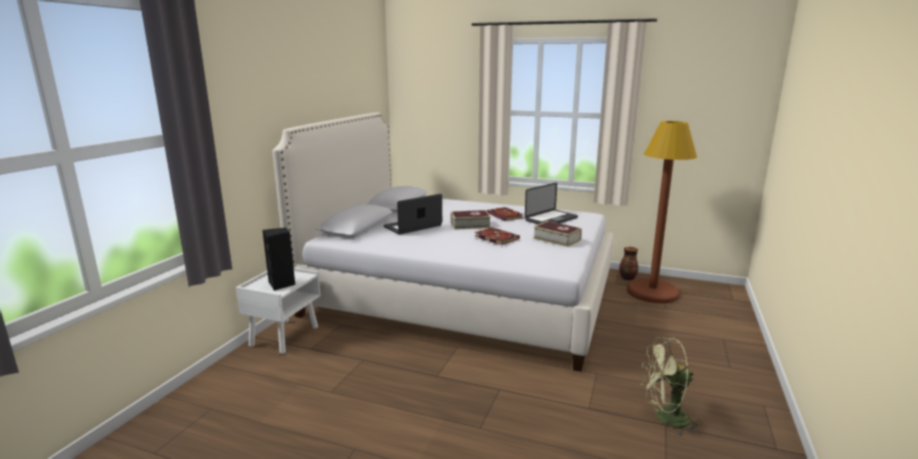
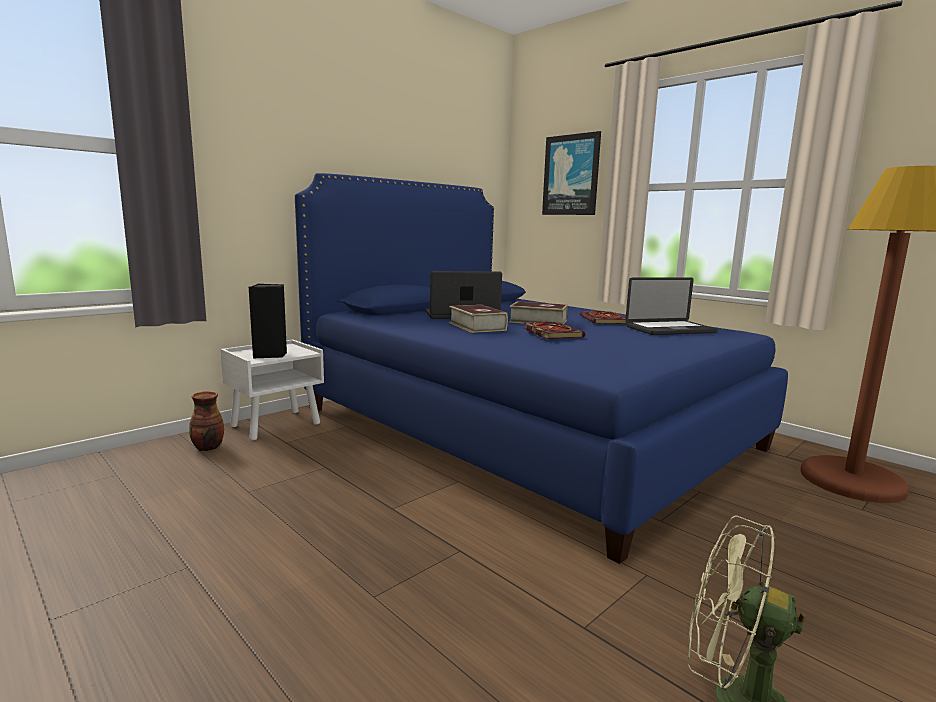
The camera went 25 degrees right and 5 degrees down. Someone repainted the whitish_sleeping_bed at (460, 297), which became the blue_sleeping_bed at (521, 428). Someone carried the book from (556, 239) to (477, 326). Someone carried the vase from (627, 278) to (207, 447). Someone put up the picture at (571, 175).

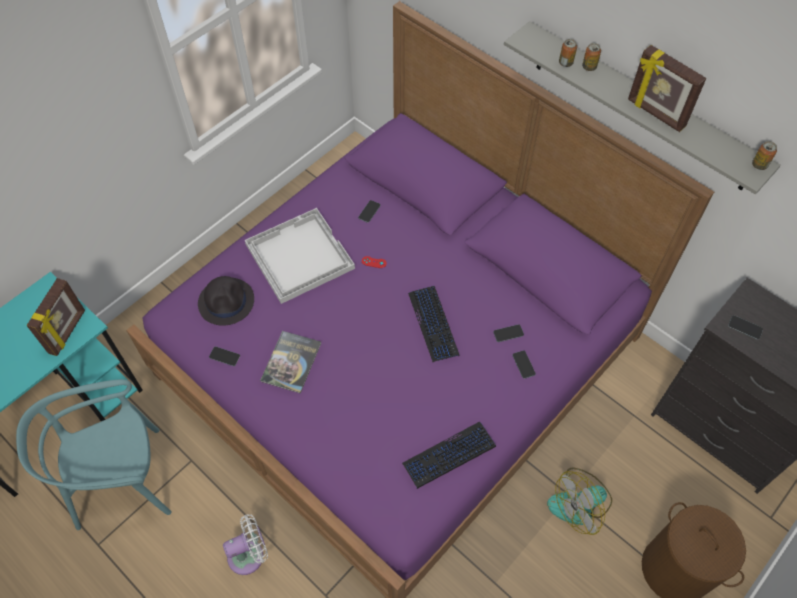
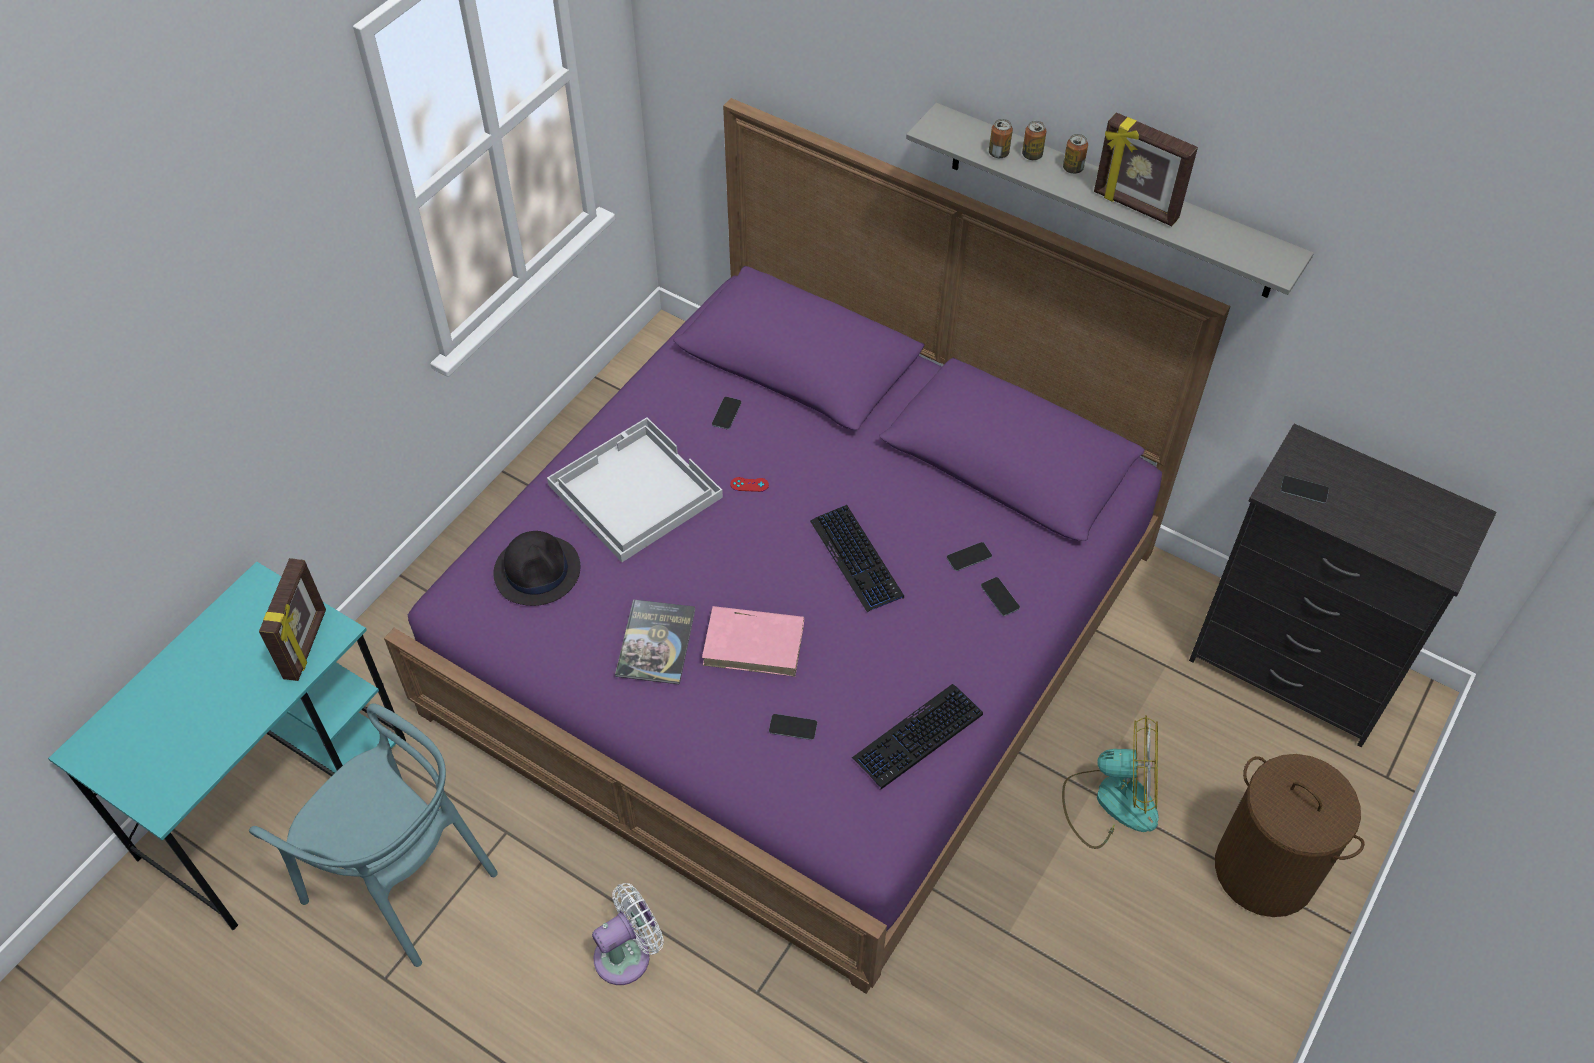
The camera went 10 degrees left and 5 degrees down. Someone carried the metal_can from (759, 165) to (1073, 168). Someone carried the phone from (224, 356) to (793, 727). Someone rotated the turquoise_upright_chair at (121, 481) by 120 degrees counterclockwise. Someone rotated the electric_fan at (580, 503) by 135 degrees counterclockwise. Someone put down the pink-coloured_book at (755, 643).

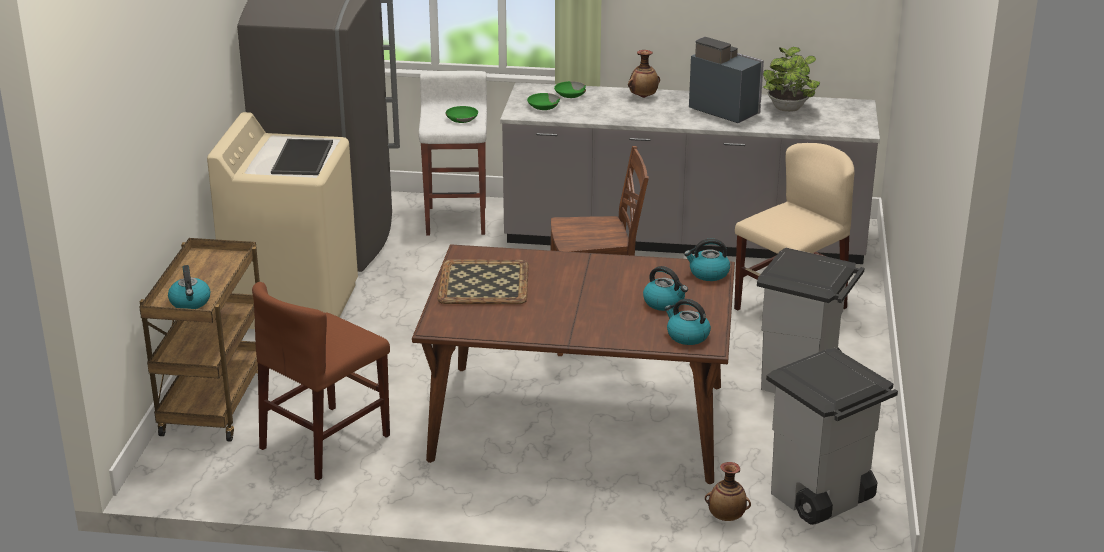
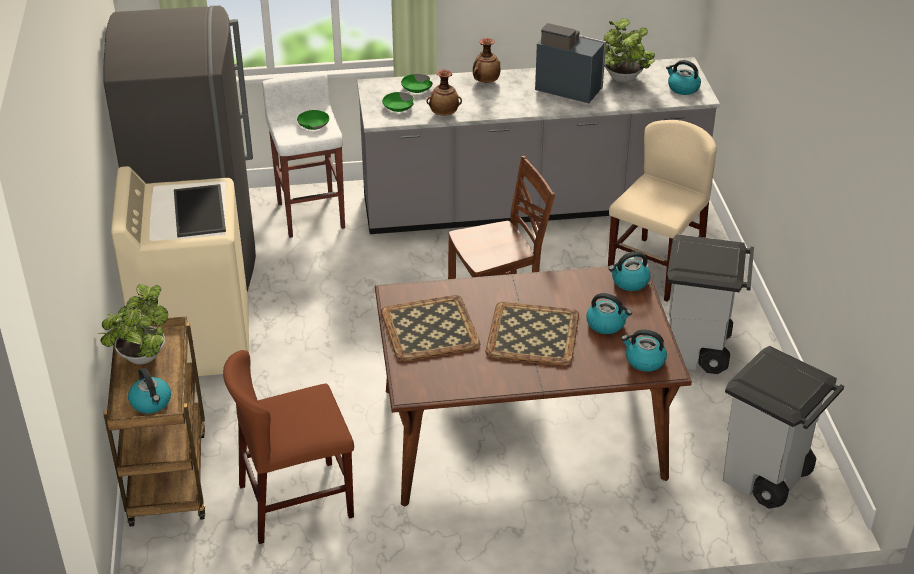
The camera went 15 degrees left and 10 degrees up. Someone rotated the brownish_upright_chair at (325, 442) by 45 degrees clockwise. Someone carried the vase from (726, 517) to (444, 114). Someone put down the tea_kettle at (682, 88). Someone put down the houseplant at (140, 359). Someone put down the tray at (533, 335).

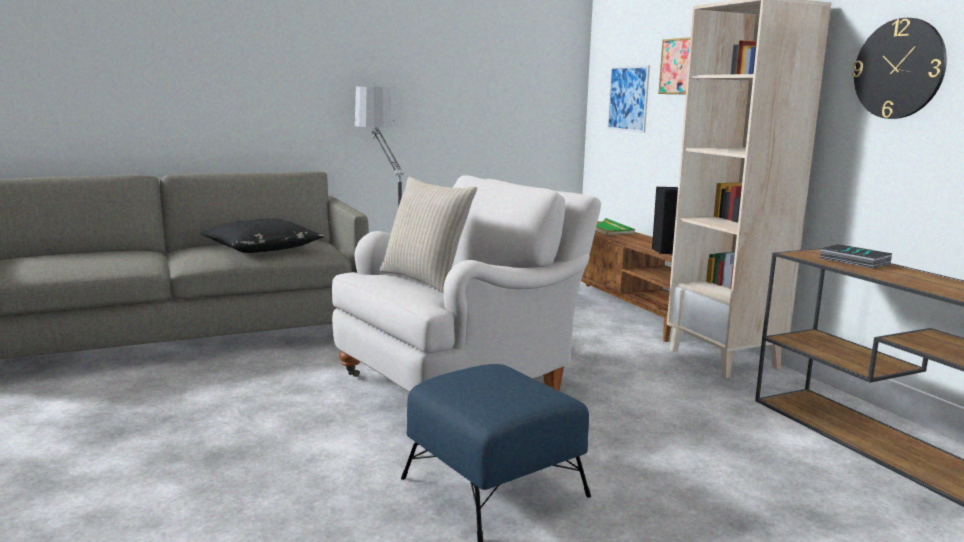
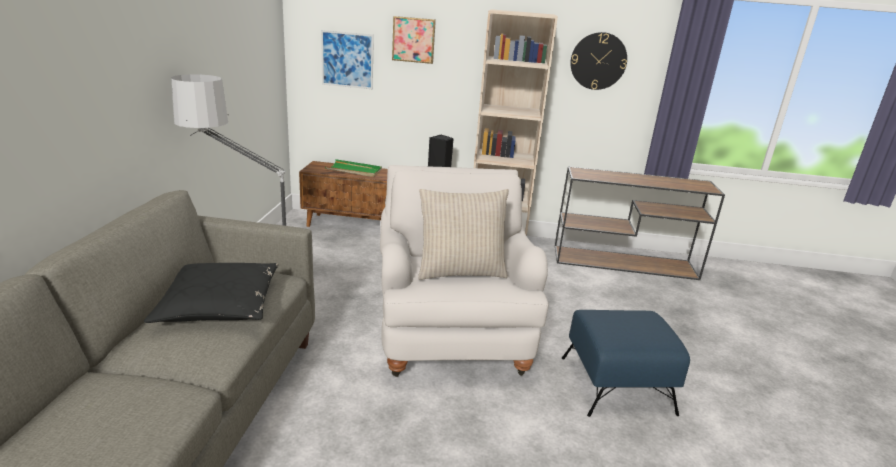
The camera went 60 degrees left and 10 degrees up. Someone took away the book at (853, 261).

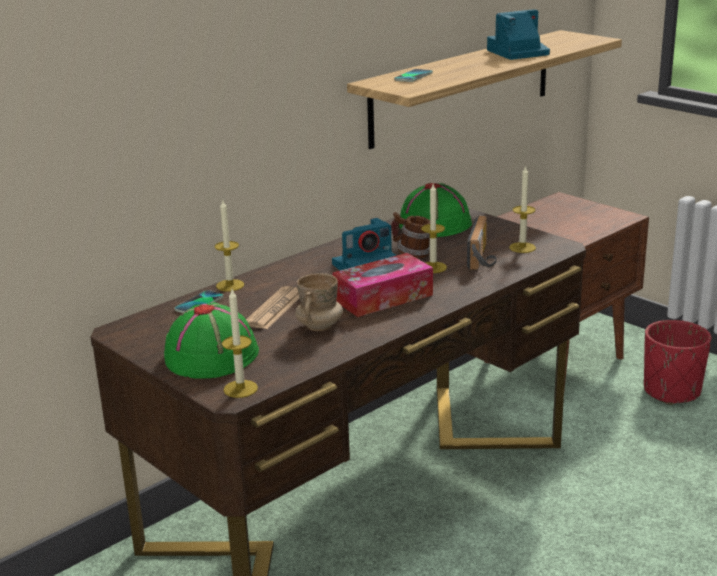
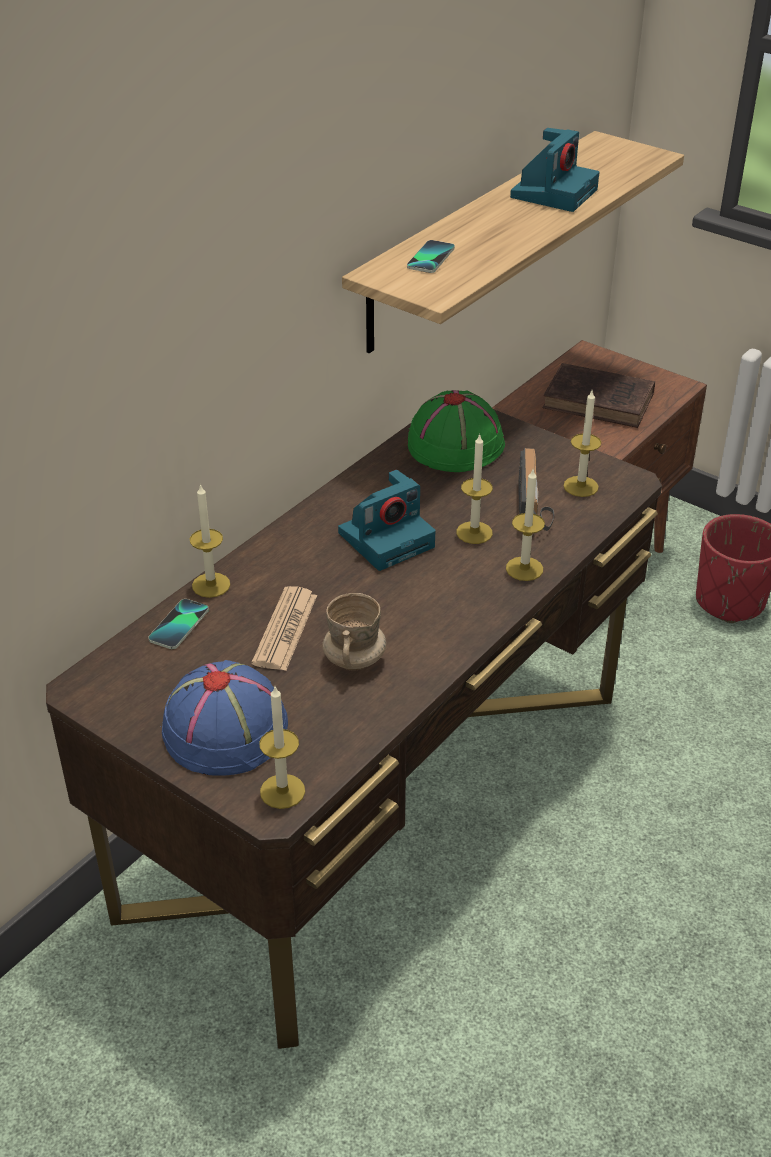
The camera went 10 degrees left and 15 degrees up. Someone rotated the still_camera at (516, 53) by 150 degrees clockwise. Someone took away the coffee_mug at (412, 254). Someone took away the box_of_tissues at (383, 297). Someone repainted the green-coloured_wearable_hat at (212, 355), which became the blue_wearable_hat at (226, 729). Someone put down the brownish_book at (601, 402). Someone put down the candle at (524, 569).

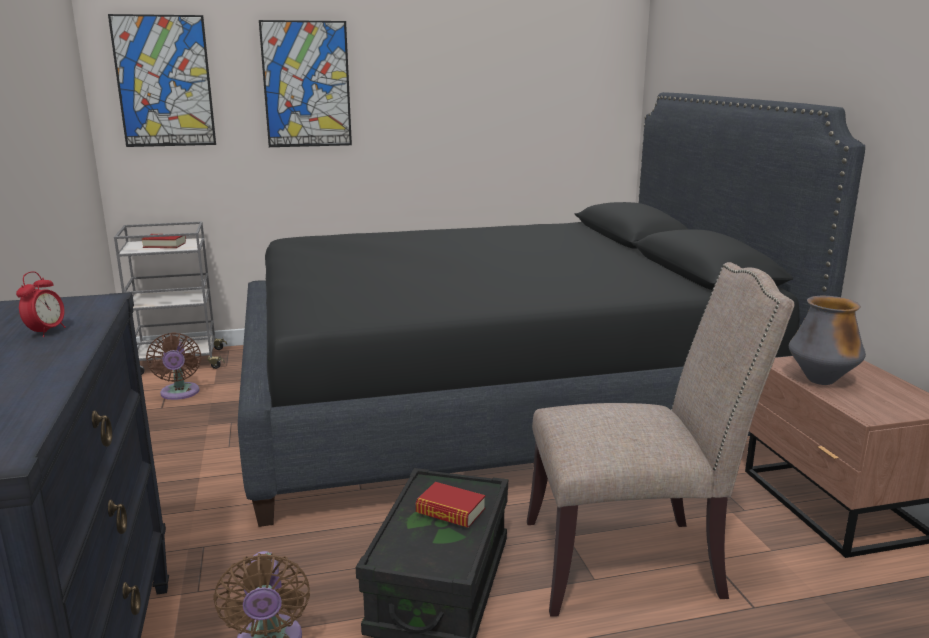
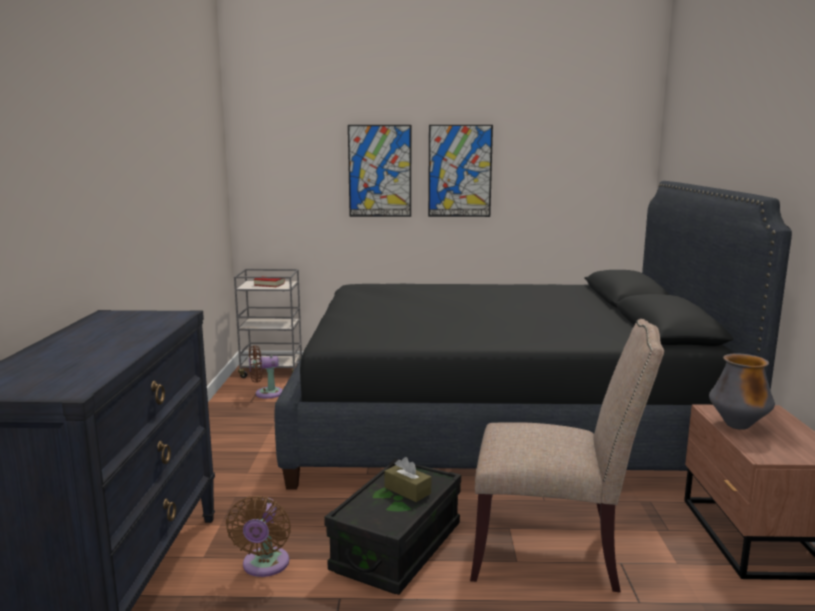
The camera went 15 degrees right and 5 degrees down. Someone carried the picture from (164, 81) to (459, 171). Someone took away the table_clock at (46, 332). Someone rotated the brownish_electric_fan at (179, 394) by 75 degrees clockwise. Someone swapped the book at (450, 511) for the brownish_box_of_tissues at (407, 490).

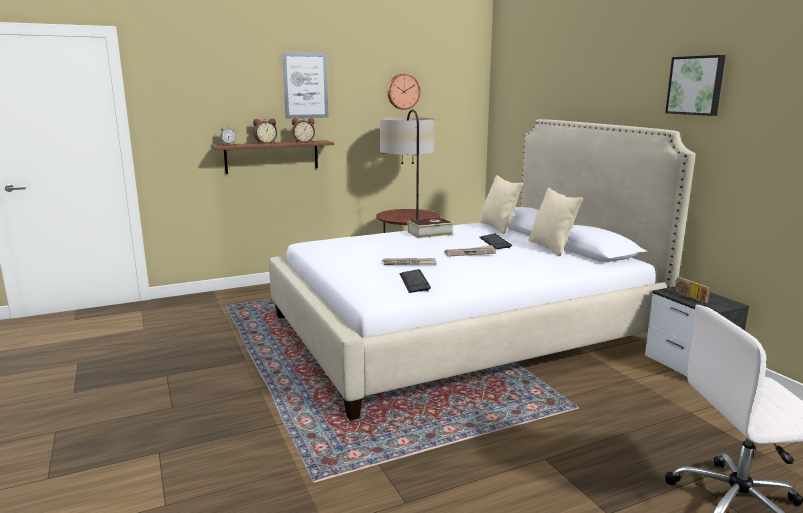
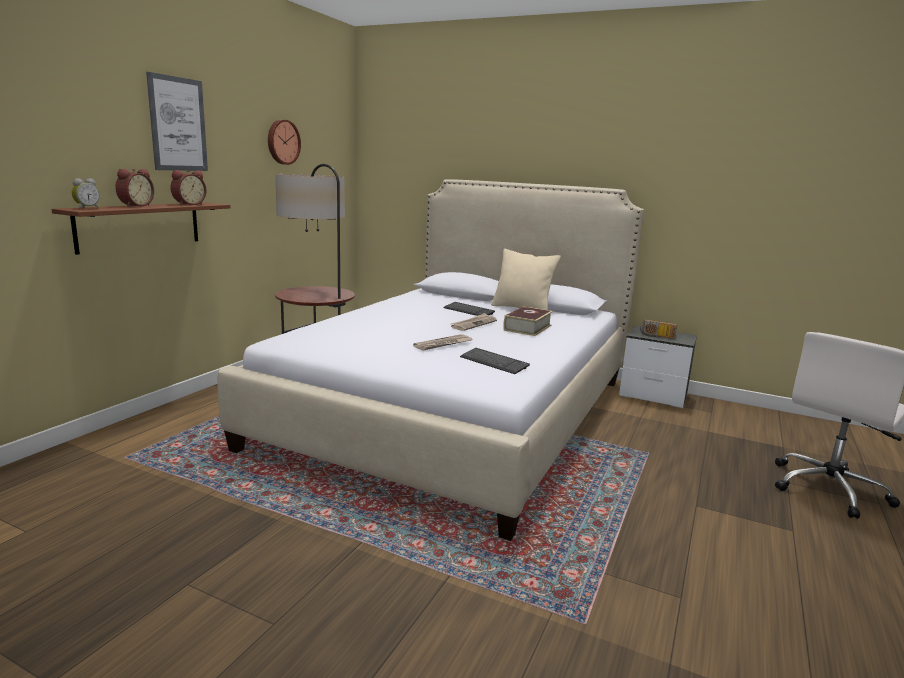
The camera went 40 degrees left and 0 degrees up. Someone took away the picture at (696, 85). Someone took away the sand-coloured_pillow at (498, 227). Someone carried the book from (430, 233) to (527, 328).

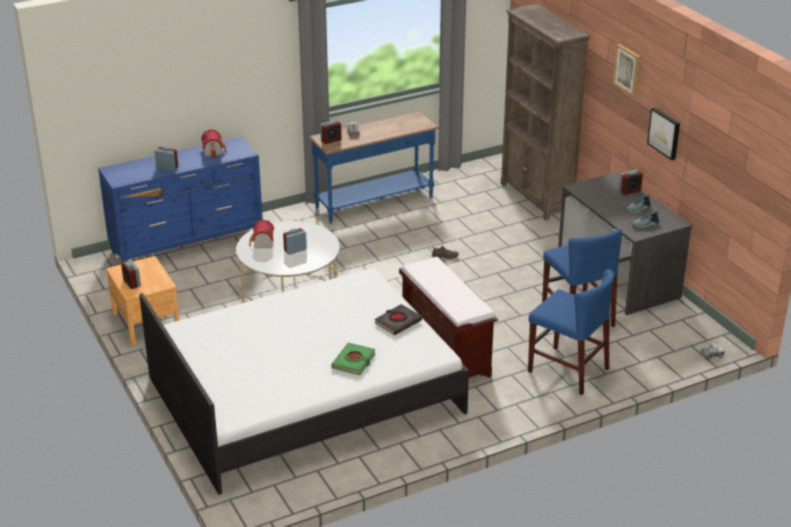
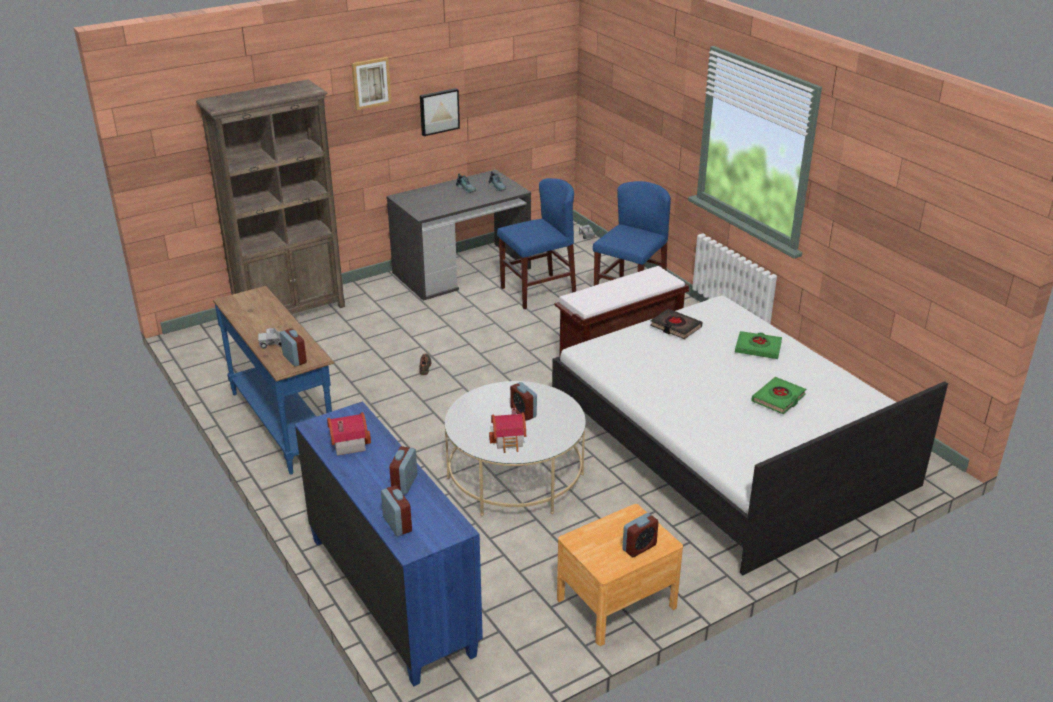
The camera went 95 degrees left and 0 degrees up. Someone carried the table_clock from (630, 191) to (397, 524). Someone put down the green-coloured_book at (778, 399).

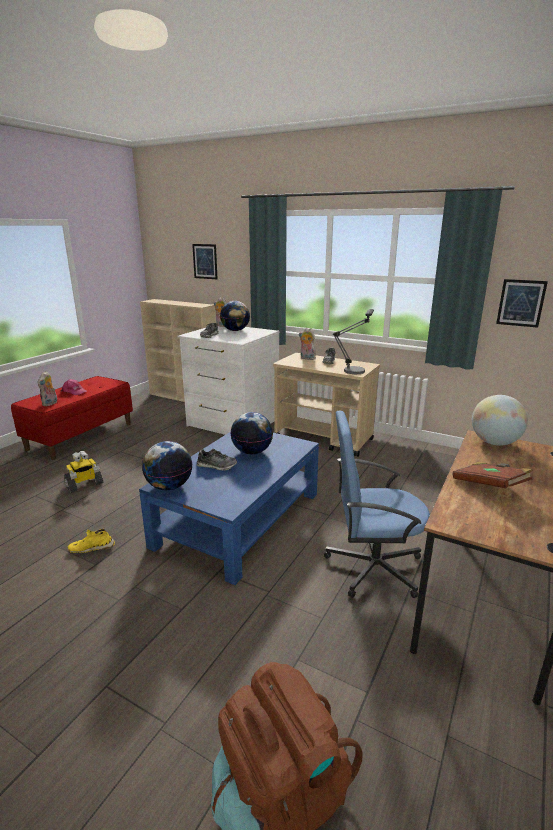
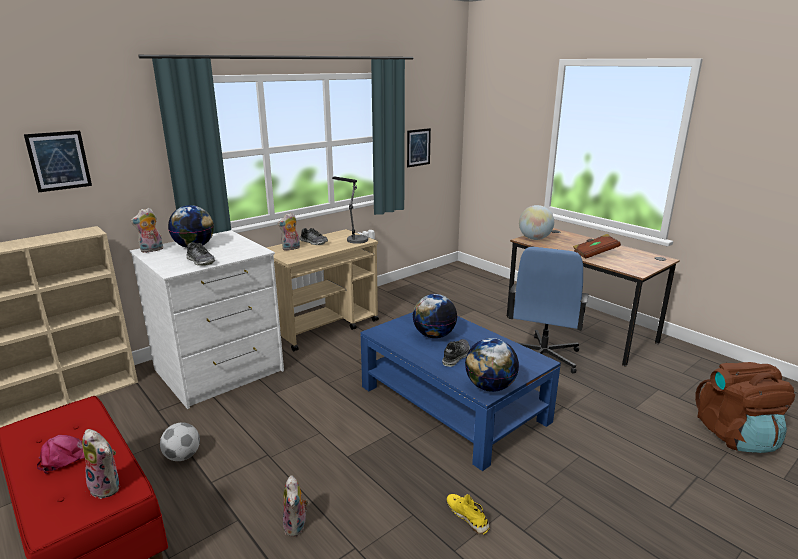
The camera went 70 degrees left and 0 degrees up. Someone swapped the robot_figure at (84, 485) for the soft_toy at (297, 526). Someone rotated the yellow_low_shoe at (92, 548) by 135 degrees clockwise. Someone put down the ball_for_football at (182, 456).

